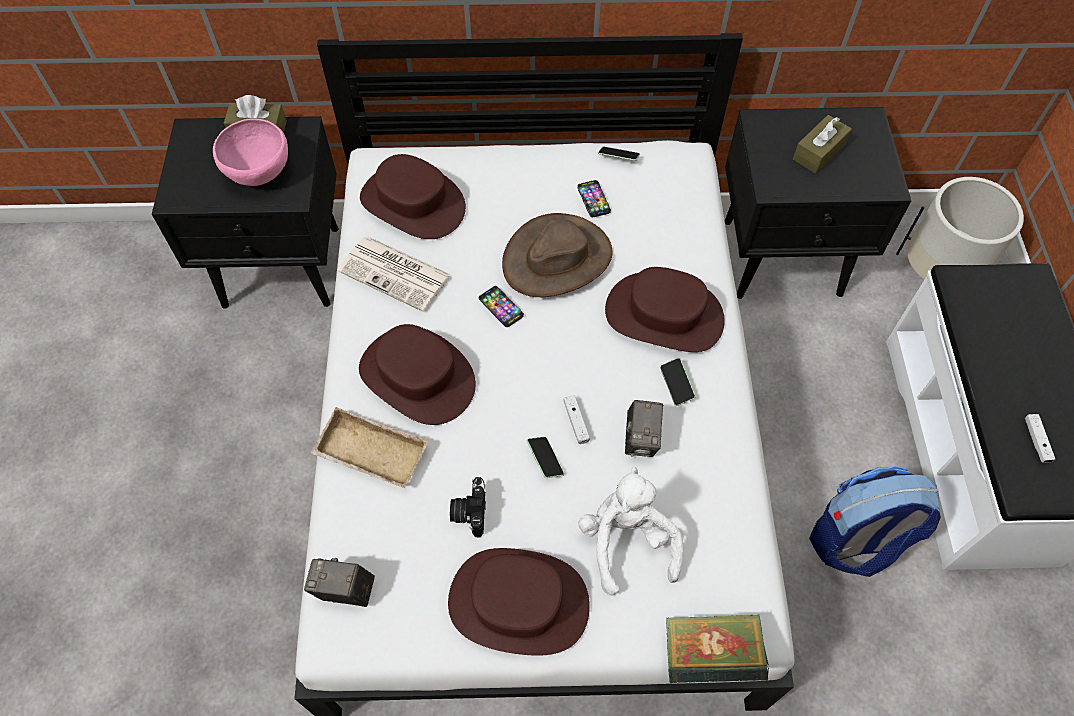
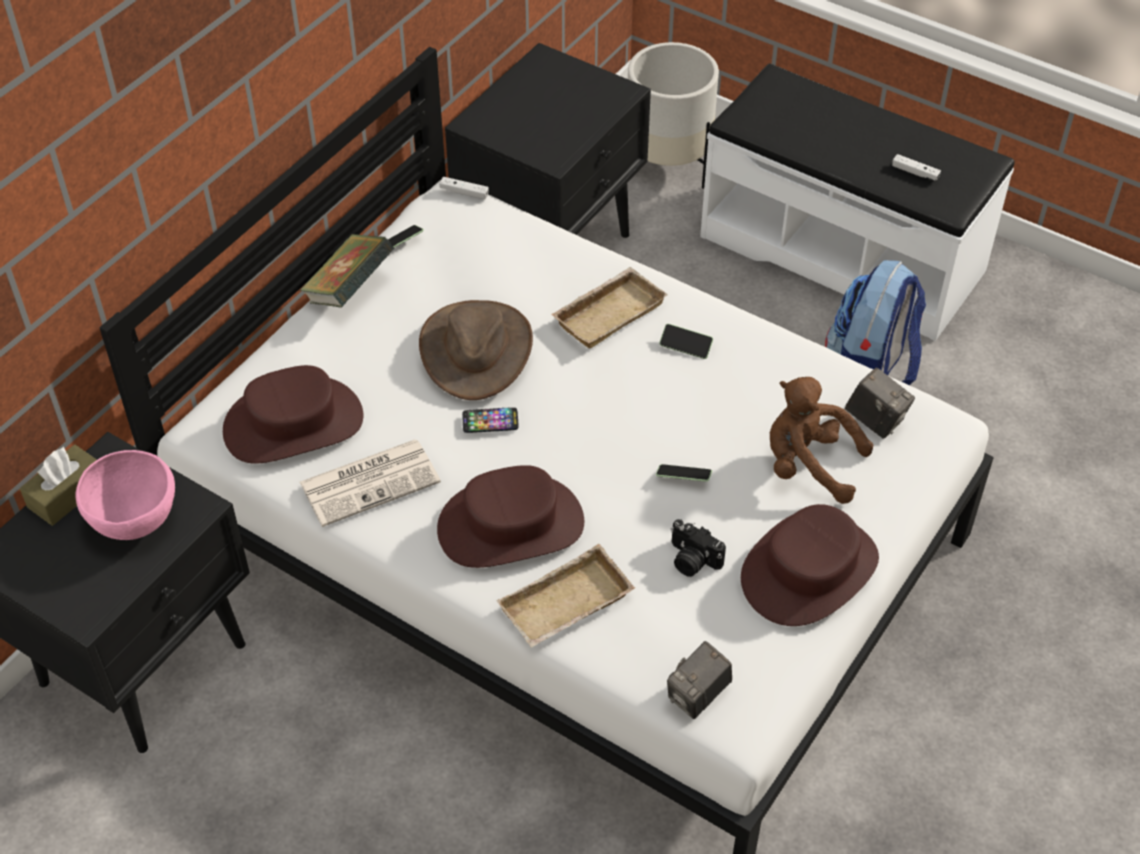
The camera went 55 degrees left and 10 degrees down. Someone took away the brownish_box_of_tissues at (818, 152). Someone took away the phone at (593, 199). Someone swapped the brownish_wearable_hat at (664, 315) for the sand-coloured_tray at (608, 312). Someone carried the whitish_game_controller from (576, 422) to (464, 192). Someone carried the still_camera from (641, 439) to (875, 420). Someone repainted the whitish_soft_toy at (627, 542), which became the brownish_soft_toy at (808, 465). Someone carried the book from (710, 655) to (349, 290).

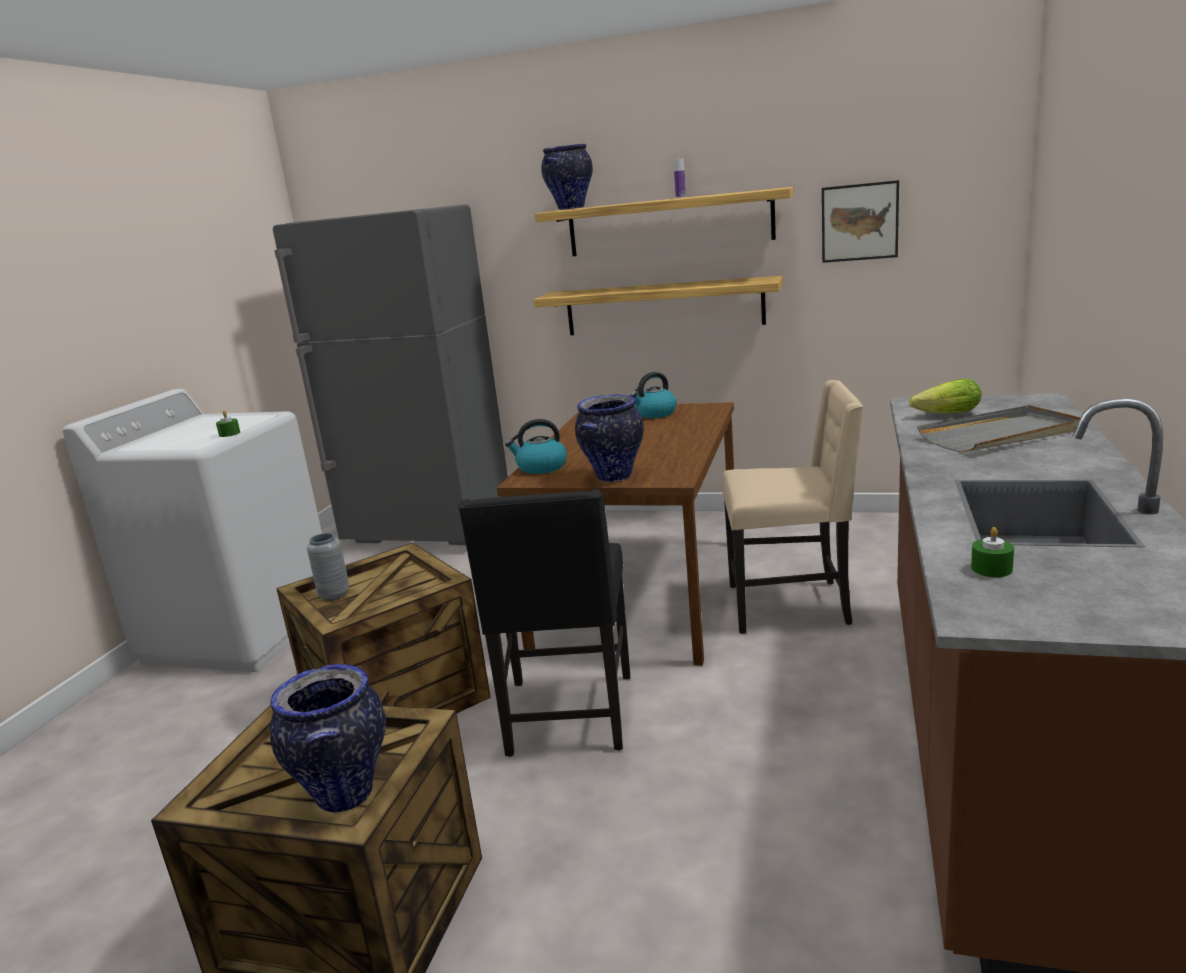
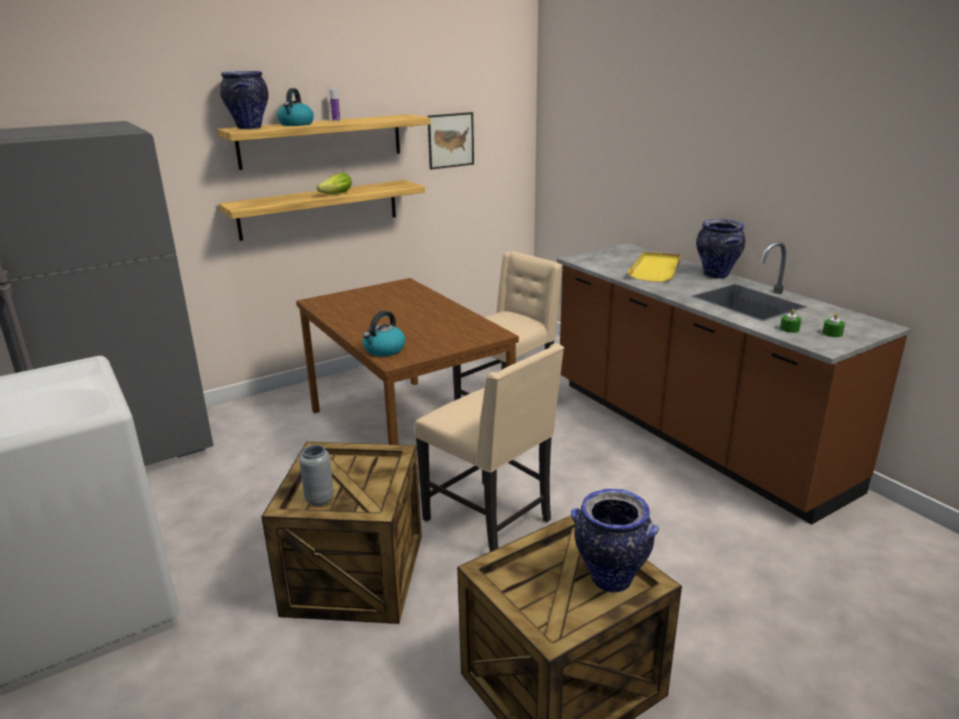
The camera went 50 degrees left and 5 degrees up. Someone carried the tea_kettle from (654, 414) to (296, 124). Someone carried the lettuce from (943, 415) to (334, 195). Someone carried the vase from (613, 477) to (716, 275). Someone repainted the greyish_tray at (1001, 435), which became the yellow_tray at (656, 269). Someone carried the green-coloured_candle from (229, 434) to (832, 333). Someone repainted the black-coloured_upright_chair at (568, 716), which became the sand-coloured_upright_chair at (490, 520).

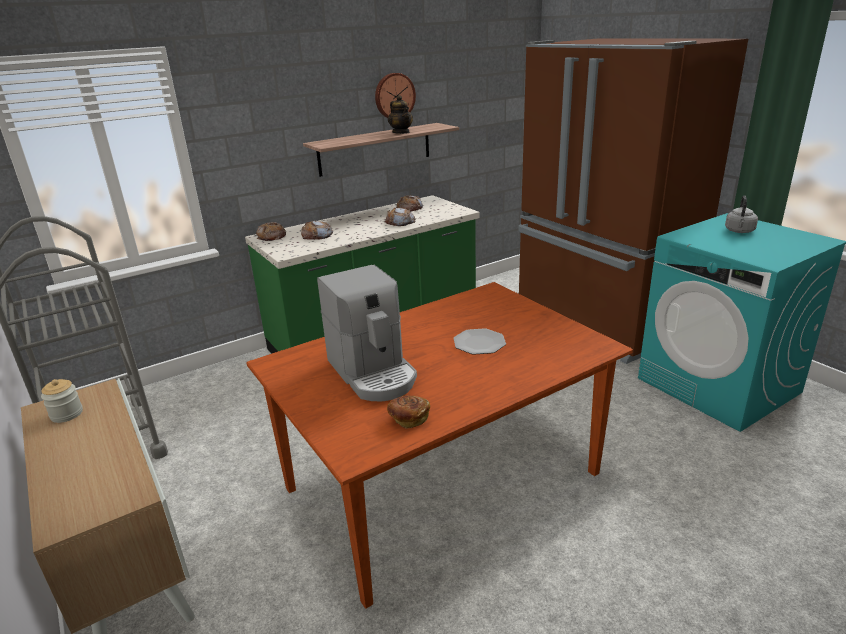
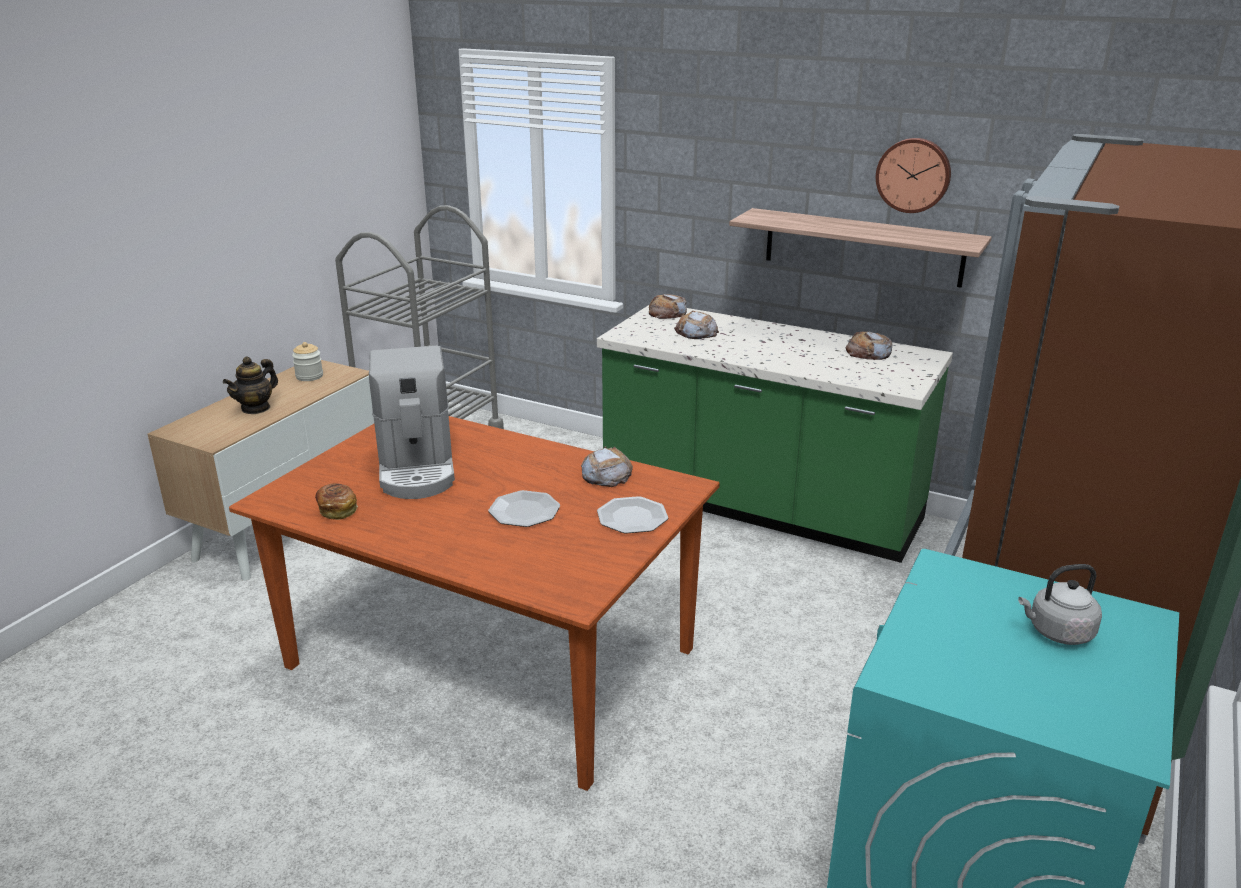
The camera went 60 degrees right and 0 degrees up. Someone carried the pot_for_tea from (401, 132) to (256, 408). Someone carried the baked_bread from (400, 222) to (606, 474). Someone rotated the coffee_maker at (373, 373) by 45 degrees counterclockwise. Someone put down the dinner_plate at (632, 517).

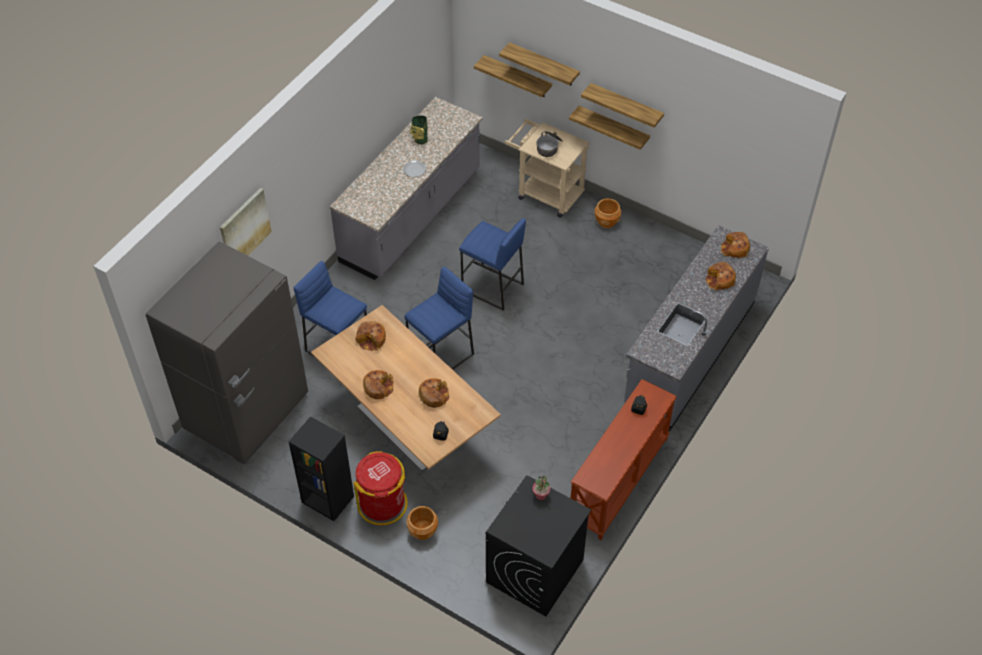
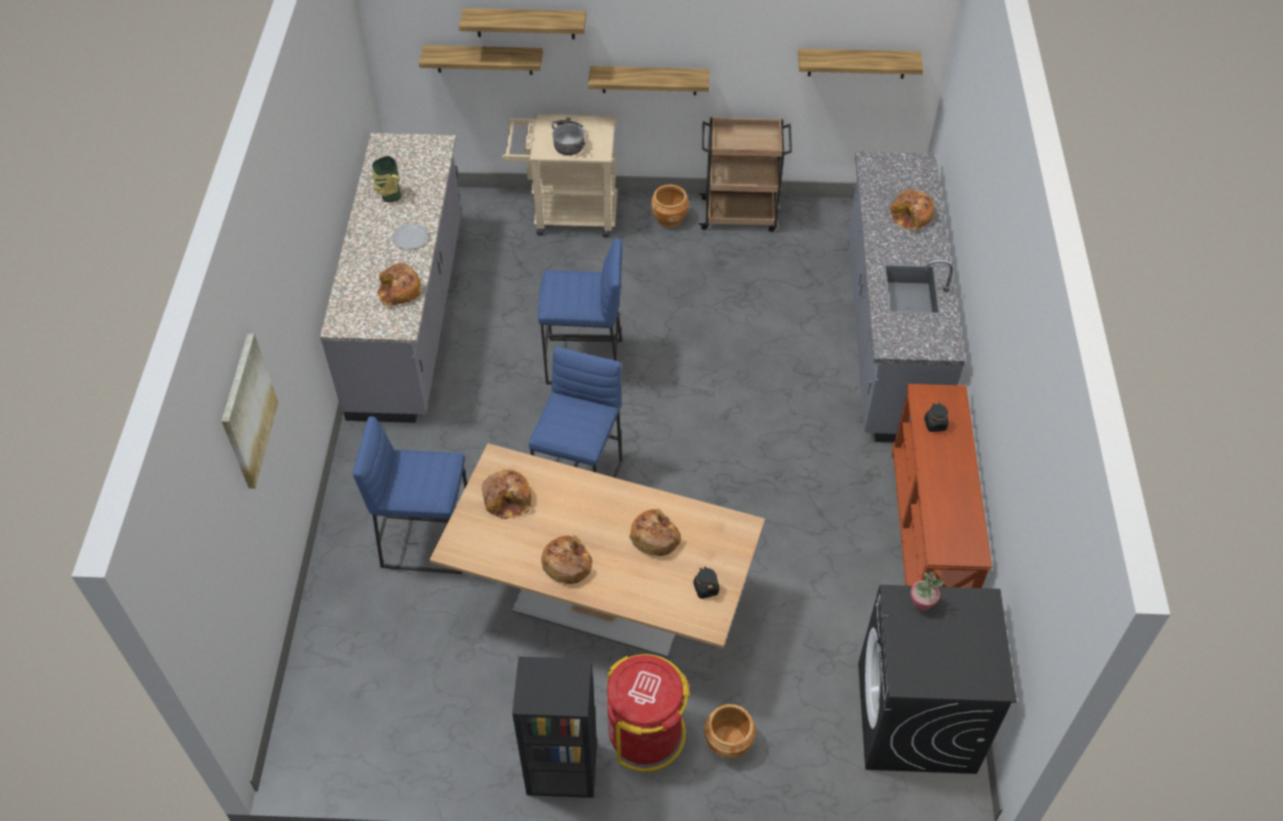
The camera went 30 degrees left and 0 degrees up. Someone carried the bracket_shelf from (626, 106) to (857, 63). Someone carried the baked_bread from (734, 248) to (399, 291). Someone took away the greyish_refrigerator at (247, 413). Someone put down the brownish_cart at (740, 214).

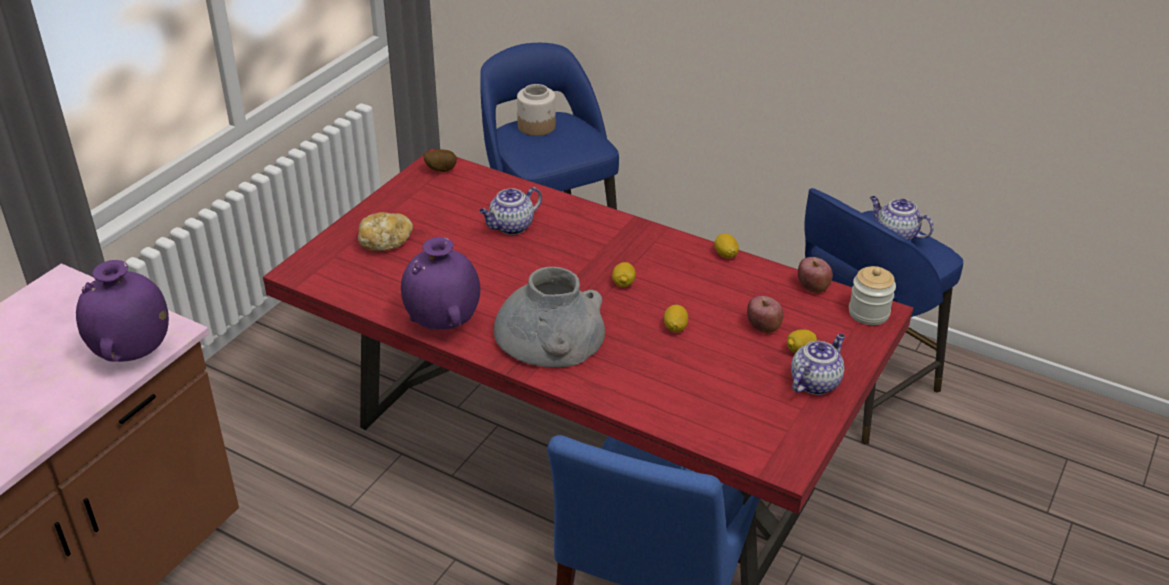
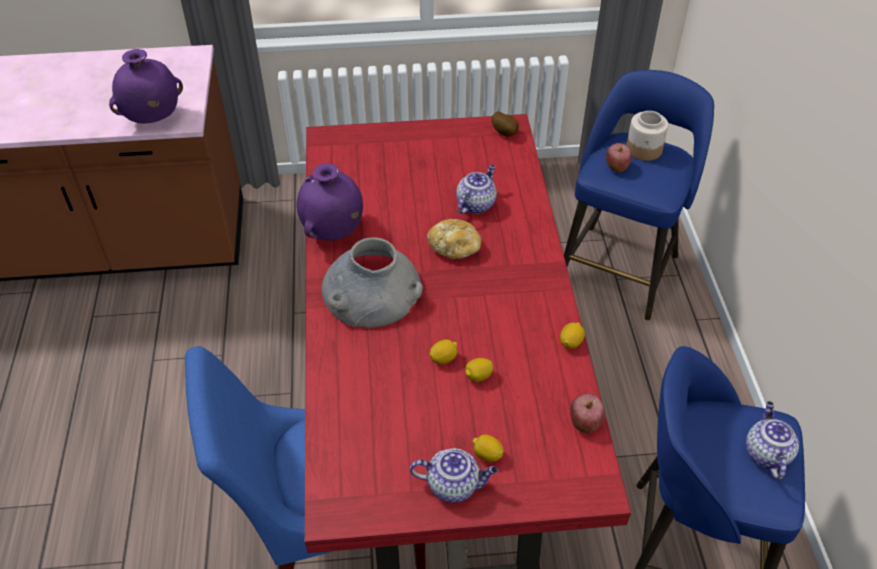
The camera went 55 degrees right and 10 degrees up. Someone rotated the pot_for_tea at (511, 227) by 105 degrees clockwise. Someone carried the baked_bread from (385, 242) to (455, 248). Someone carried the whole_lemon from (623, 283) to (478, 376). Someone took away the storage_jar at (868, 313). Someone carried the apple from (763, 327) to (616, 167).

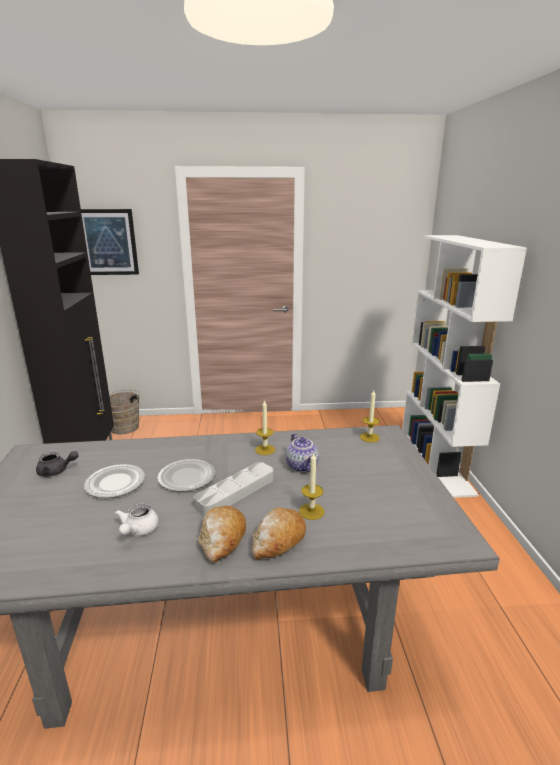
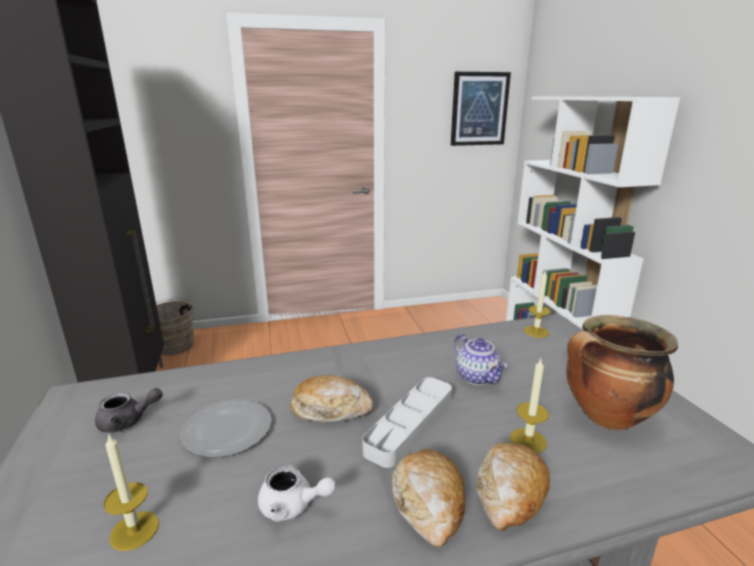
The camera went 10 degrees left and 0 degrees up. Someone carried the picture from (108, 242) to (479, 109). Someone carried the candle from (265, 449) to (134, 530). Someone swapped the dinner_plate at (187, 477) for the baked_bread at (331, 409). Someone rotated the whitish_pot_for_tea at (138, 530) by 75 degrees counterclockwise. Someone put down the cooking_pot at (606, 417).

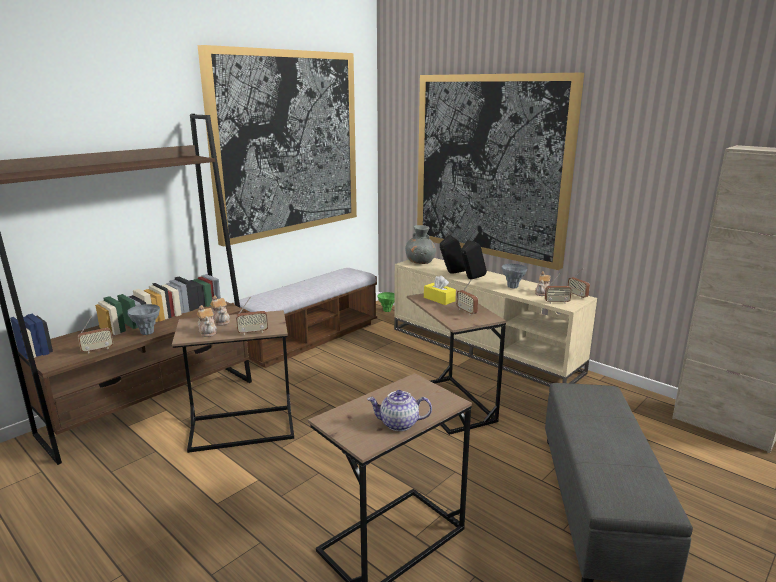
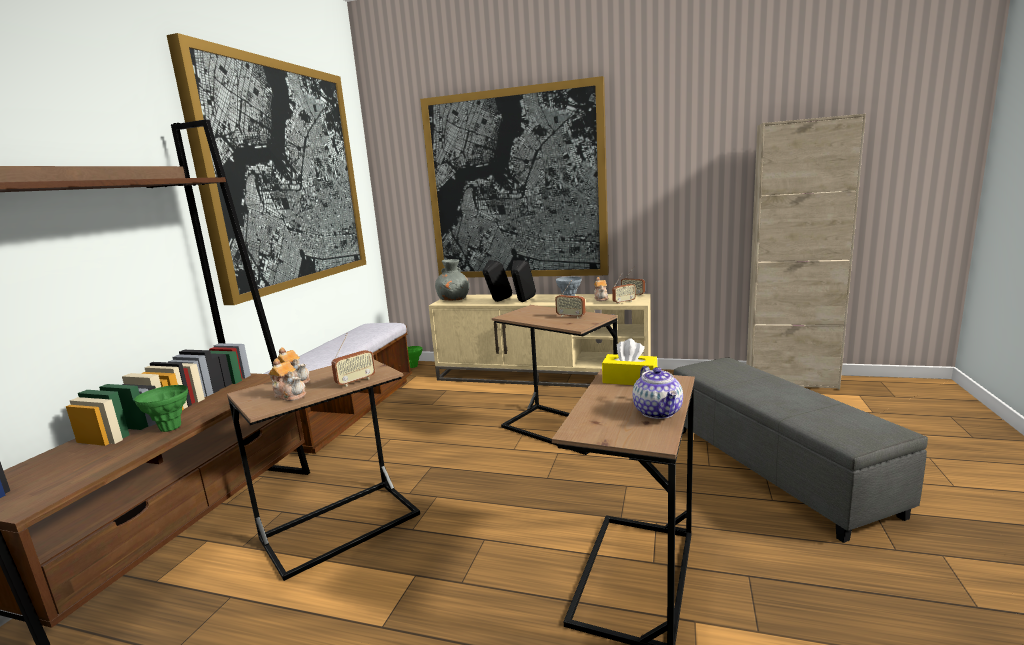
The camera went 25 degrees left and 5 degrees down. Someone carried the yellow_box_of_tissues from (439, 299) to (629, 380). Someone repainted the greyish_vase at (147, 333), which became the green-coloured_vase at (170, 428). Someone took away the radio_receiver at (97, 350). Someone rotated the pot_for_tea at (398, 424) by 75 degrees counterclockwise.

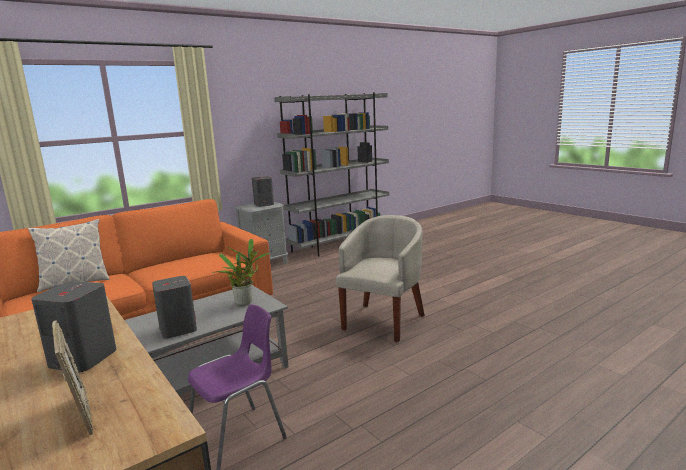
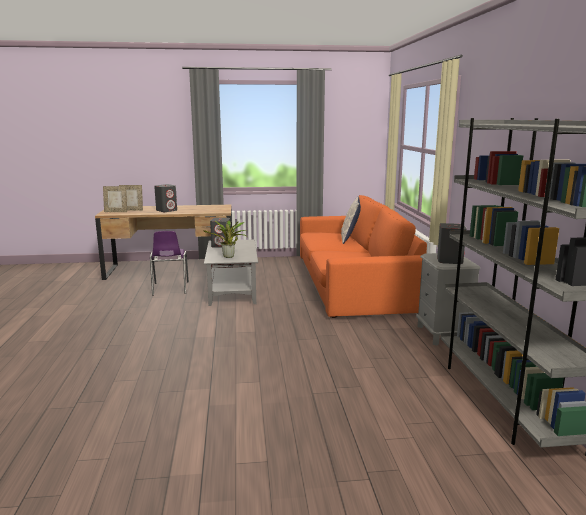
The camera went 120 degrees right and 0 degrees up. Someone took away the sand-coloured_lounge_chair at (383, 320). Someone put down the picture_frame at (116, 212).

